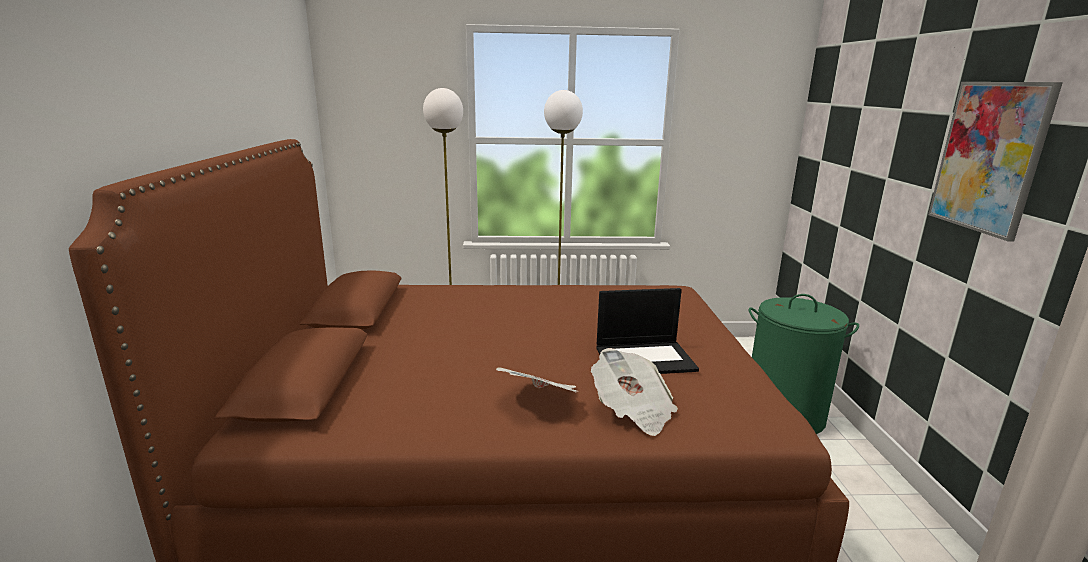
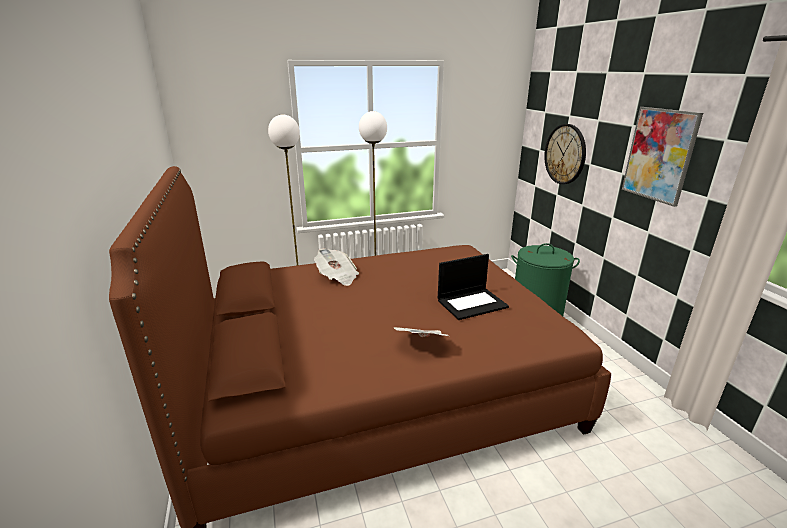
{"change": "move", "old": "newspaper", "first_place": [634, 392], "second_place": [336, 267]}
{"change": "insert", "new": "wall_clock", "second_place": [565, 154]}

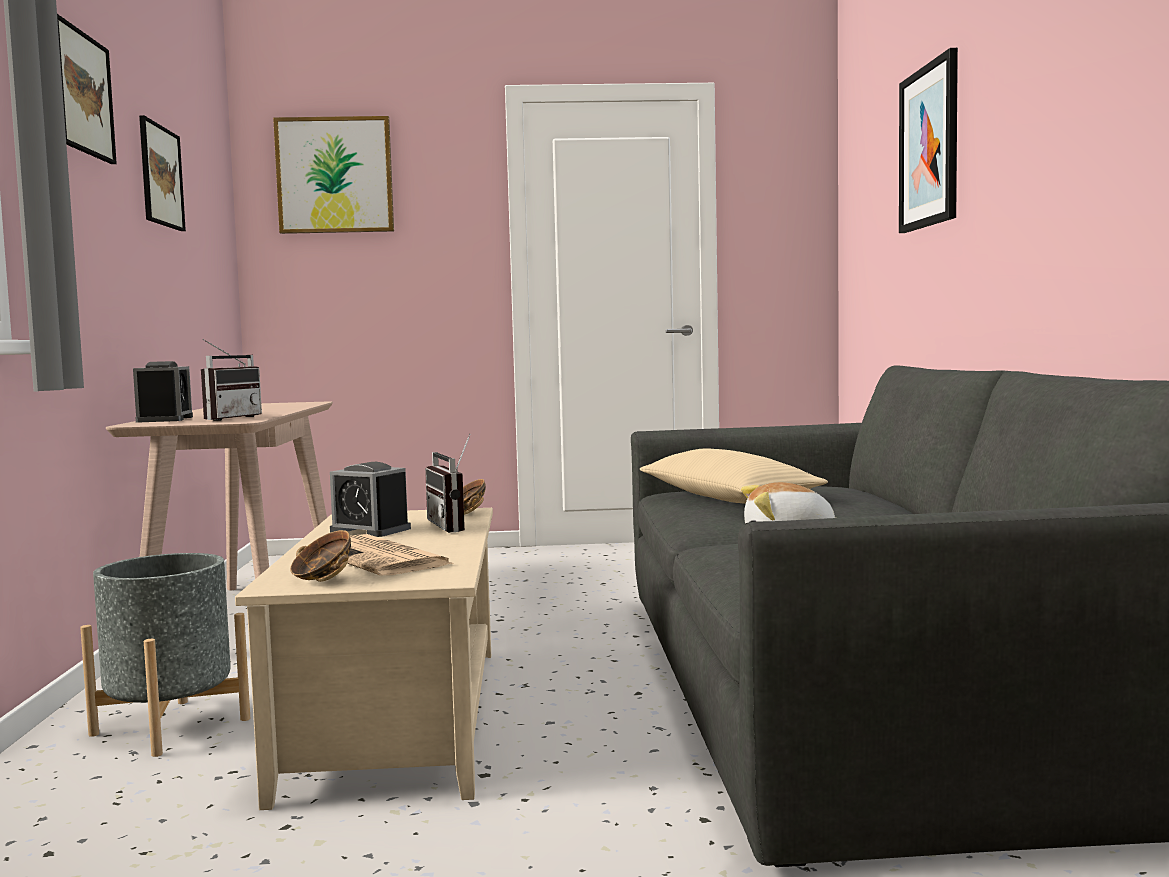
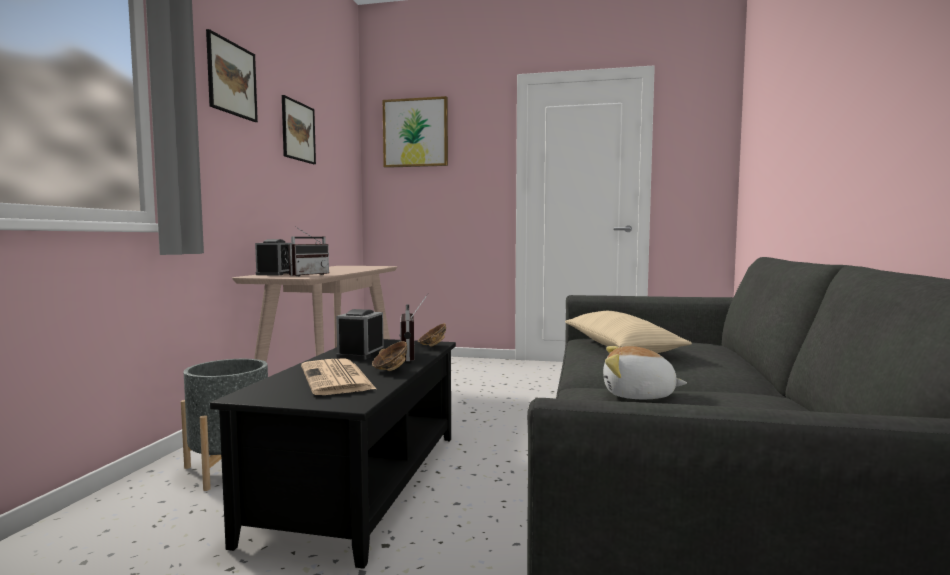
{"change": "recolor", "old": "beige_coffee_table", "new": "black_coffee_table", "first_place": [364, 659], "second_place": [333, 454]}
{"change": "move", "old": "bowl", "first_place": [320, 556], "second_place": [389, 356]}
{"change": "rotate", "old": "alarm_clock", "first_place": [370, 499], "second_place": [360, 334], "degrees": 60}
{"change": "delete", "old": "picture", "first_place": [928, 140]}

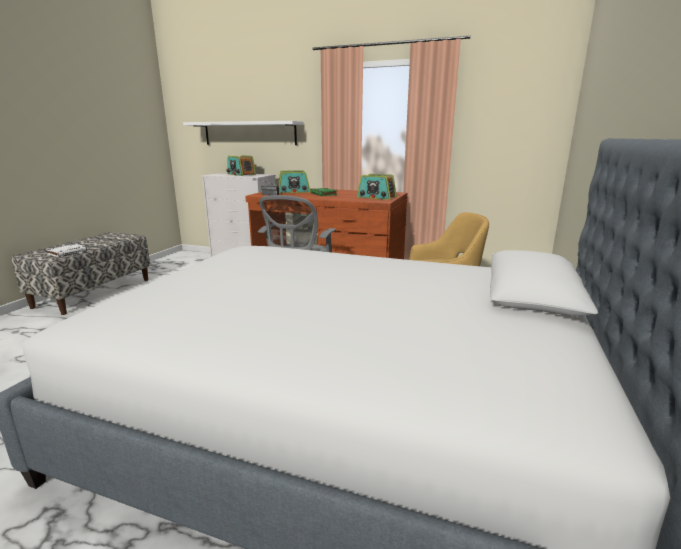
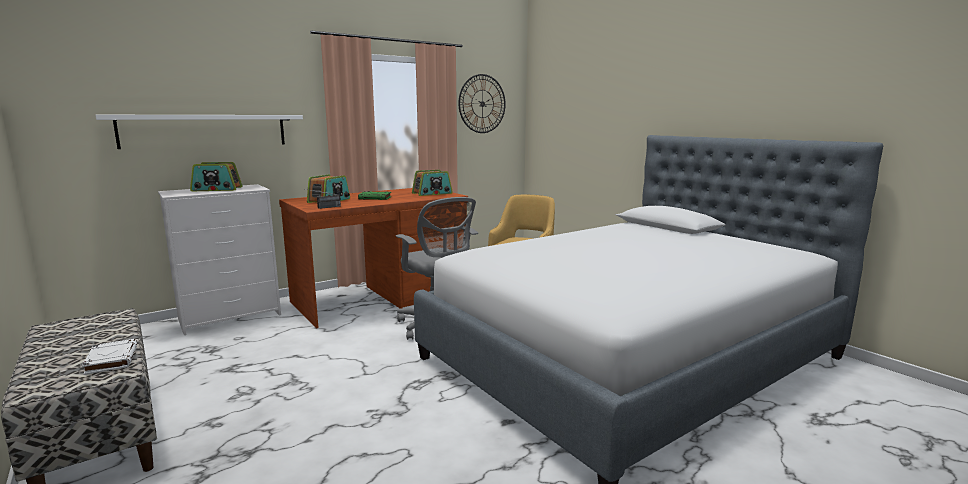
{"change": "insert", "new": "wall_clock", "second_place": [482, 103]}

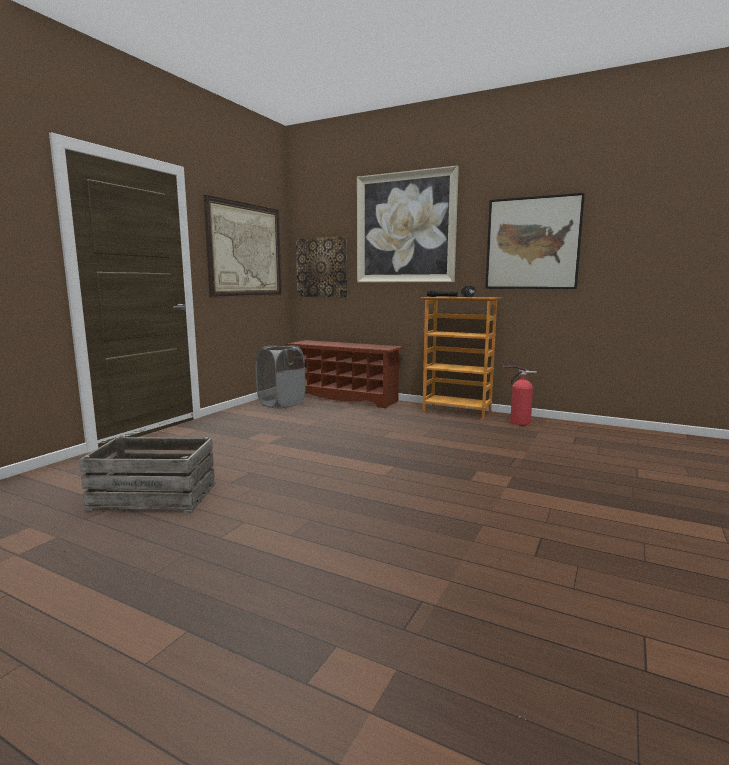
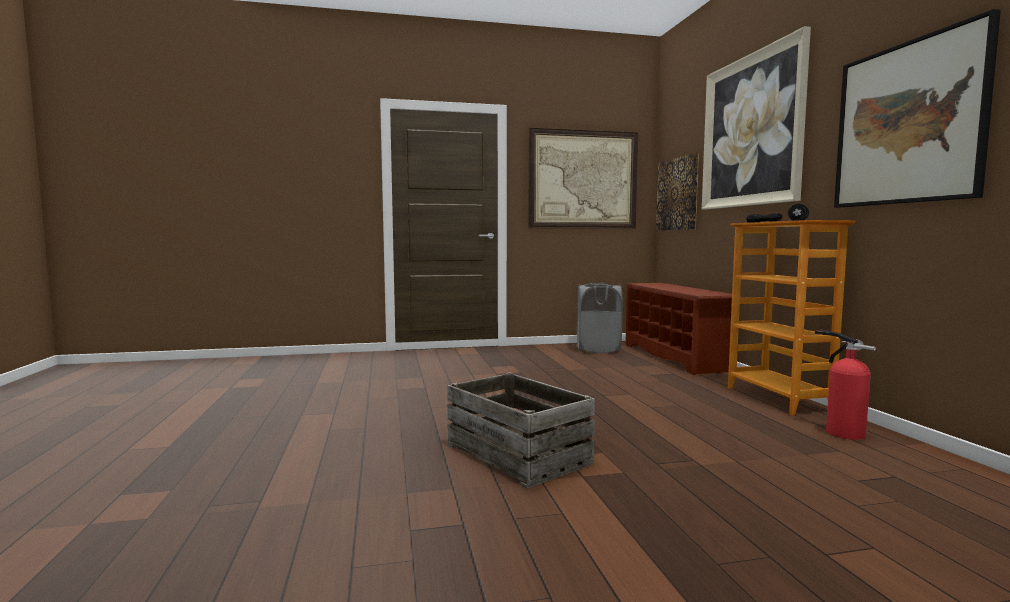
{"change": "move", "old": "crate", "first_place": [147, 475], "second_place": [521, 430]}

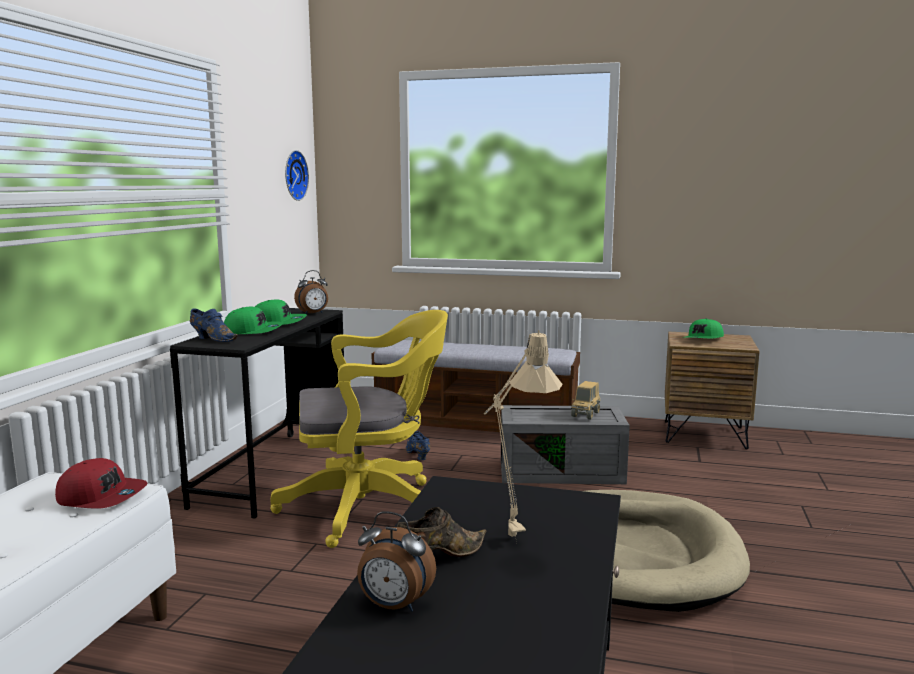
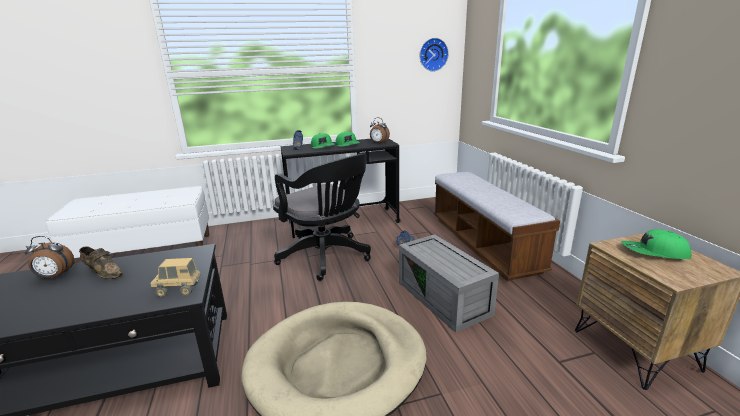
{"change": "delete", "old": "red_cap", "first_place": [101, 483]}
{"change": "recolor", "old": "yellow_office_chair", "new": "black_office_chair", "first_place": [359, 429], "second_place": [322, 217]}
{"change": "rotate", "old": "alarm_clock", "first_place": [396, 561], "second_place": [49, 257], "degrees": -90}
{"change": "delete", "old": "beige_table_lamp", "first_place": [523, 436]}
{"change": "move", "old": "toy_truck", "first_place": [586, 400], "second_place": [176, 277]}

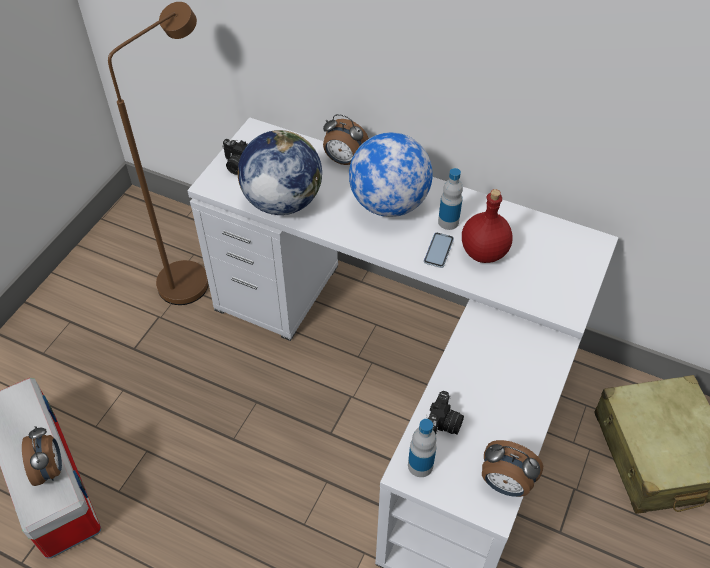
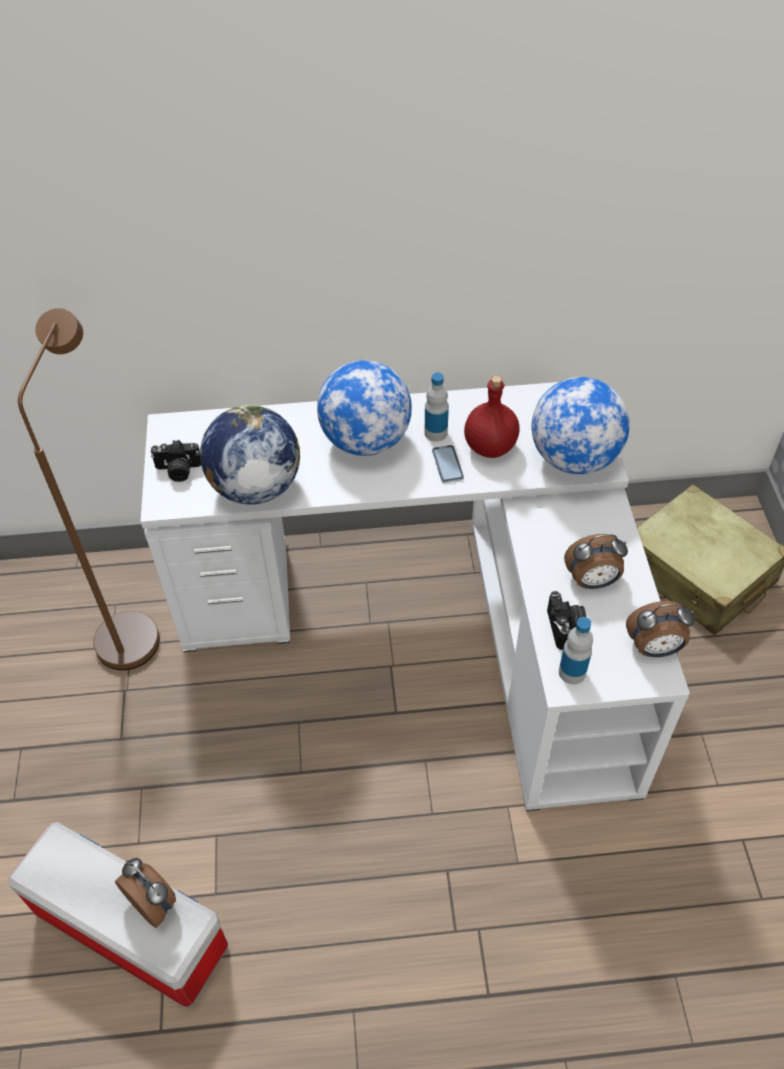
{"change": "move", "old": "alarm_clock", "first_place": [346, 139], "second_place": [596, 561]}
{"change": "insert", "new": "globe", "second_place": [581, 425]}

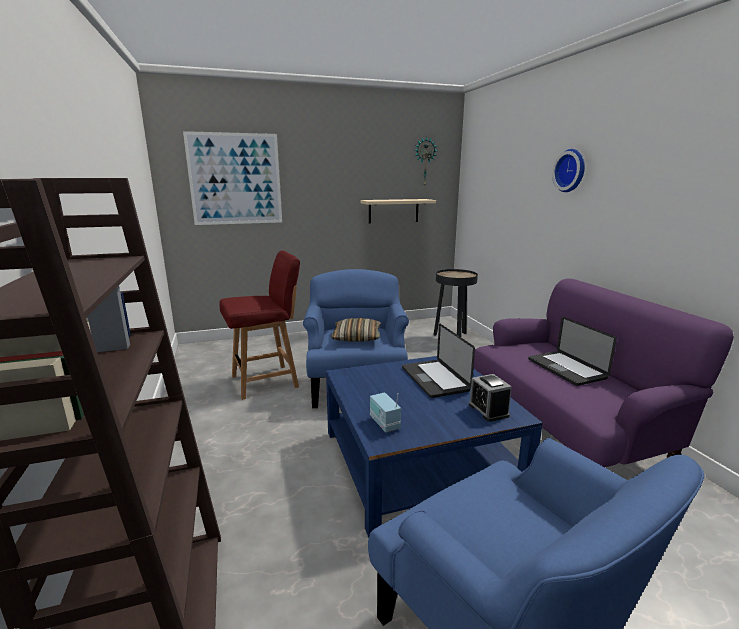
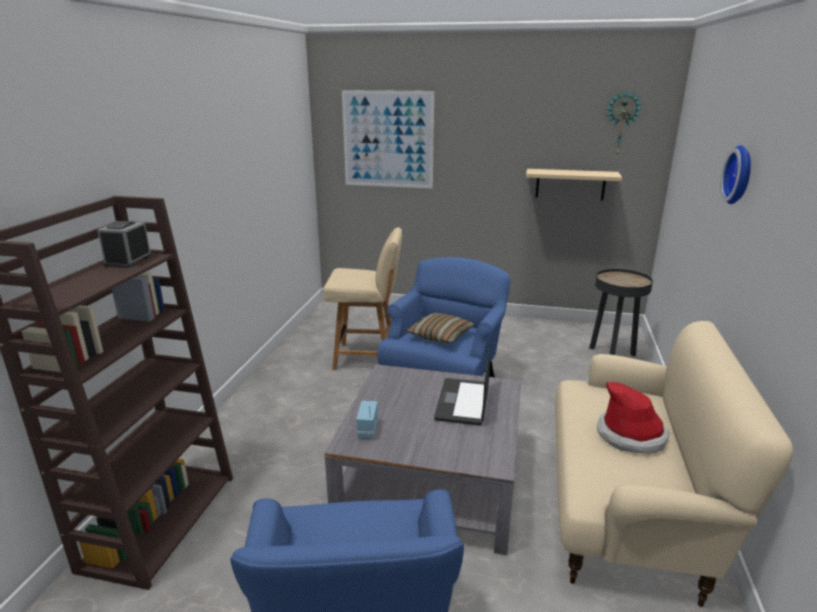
{"change": "recolor", "old": "red_chair", "new": "beige_chair", "first_place": [259, 325], "second_place": [362, 298]}
{"change": "recolor", "old": "blue_coffee_table", "new": "grey_coffee_table", "first_place": [434, 447], "second_place": [423, 459]}
{"change": "move", "old": "alarm_clock", "first_place": [490, 398], "second_place": [124, 244]}
{"change": "recolor", "old": "purple_sofa", "new": "beige_sofa", "first_place": [603, 372], "second_place": [674, 464]}
{"change": "replace", "old": "laptop", "new": "hat", "first_place": [572, 351], "second_place": [633, 418]}

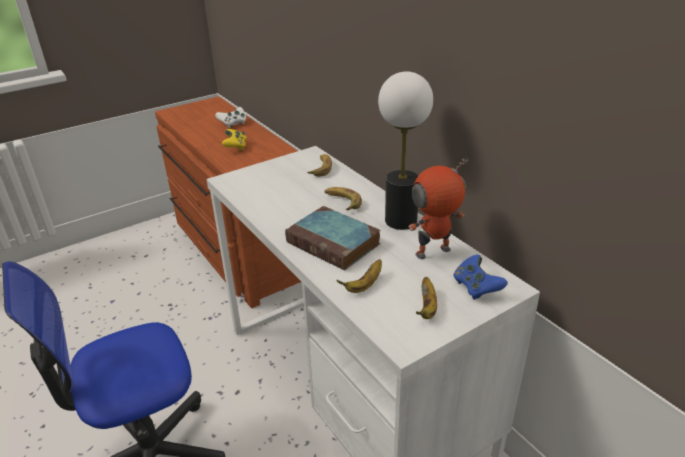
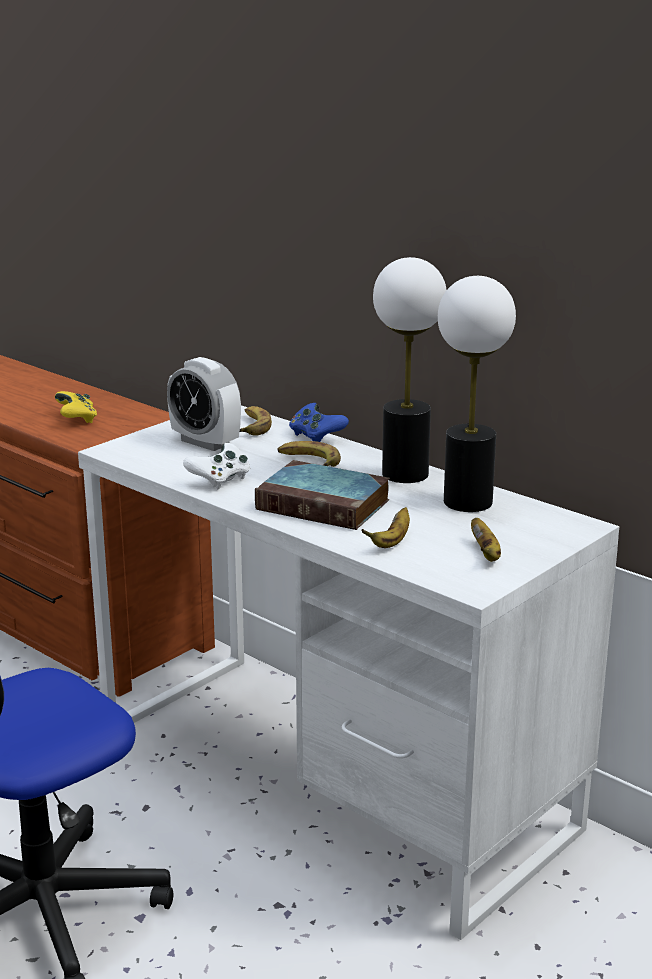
{"change": "move", "old": "white_game_controller", "first_place": [230, 117], "second_place": [216, 466]}
{"change": "replace", "old": "toy_robot", "new": "table_lamp", "first_place": [438, 208], "second_place": [477, 394]}
{"change": "move", "old": "blue_game_controller", "first_place": [480, 277], "second_place": [319, 422]}
{"change": "insert", "new": "alarm_clock", "second_place": [204, 404]}

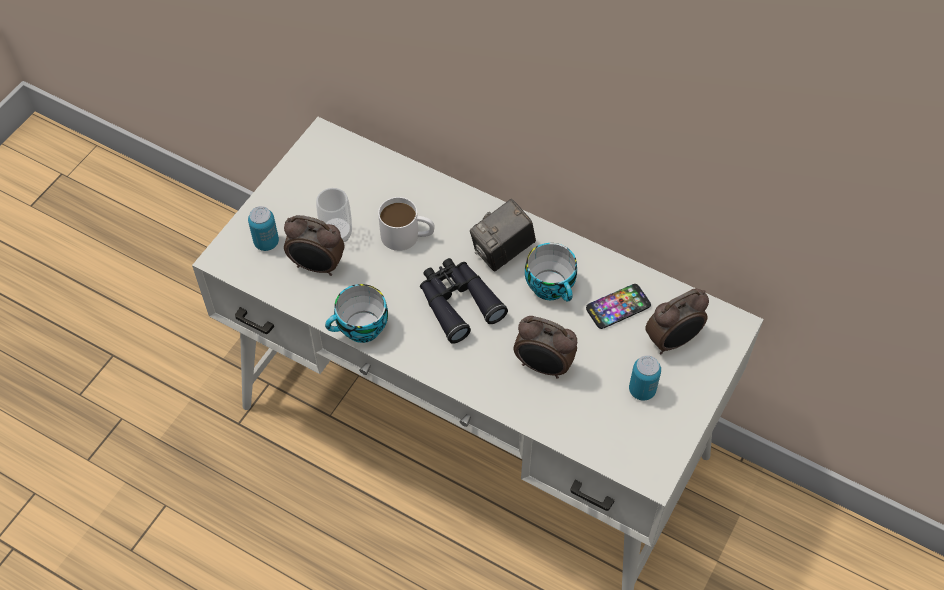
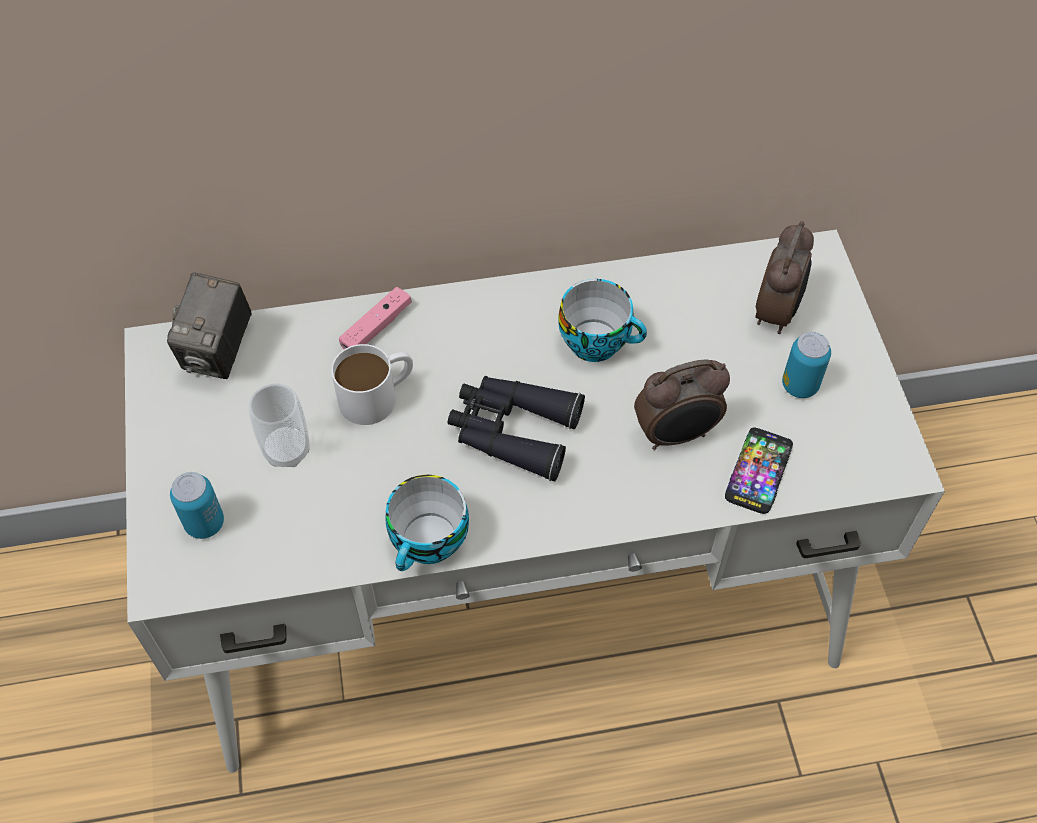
{"change": "delete", "old": "alarm_clock", "first_place": [314, 245]}
{"change": "move", "old": "photo_camera", "first_place": [503, 235], "second_place": [209, 325]}
{"change": "move", "old": "phone", "first_place": [618, 306], "second_place": [759, 471]}
{"change": "insert", "new": "pink_game_controller", "second_place": [375, 318]}

